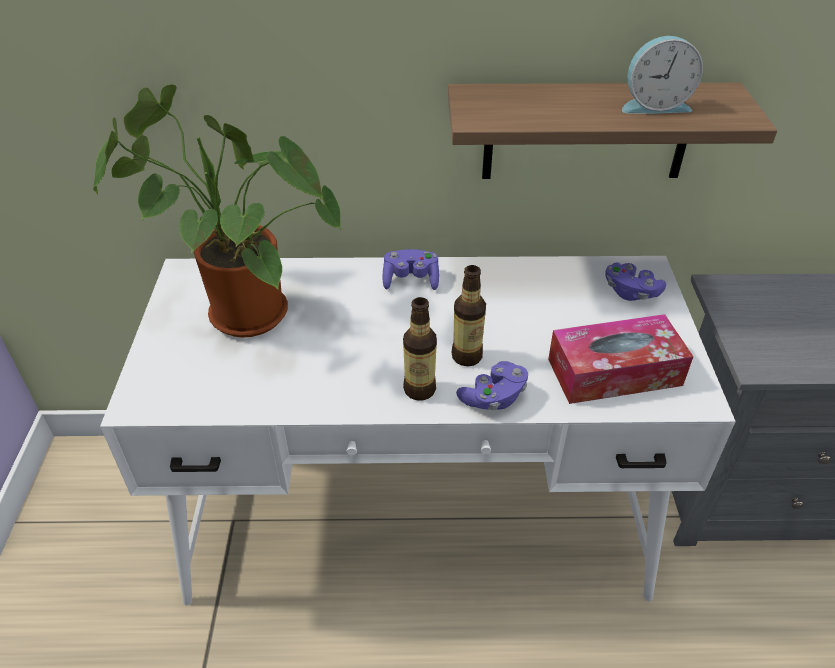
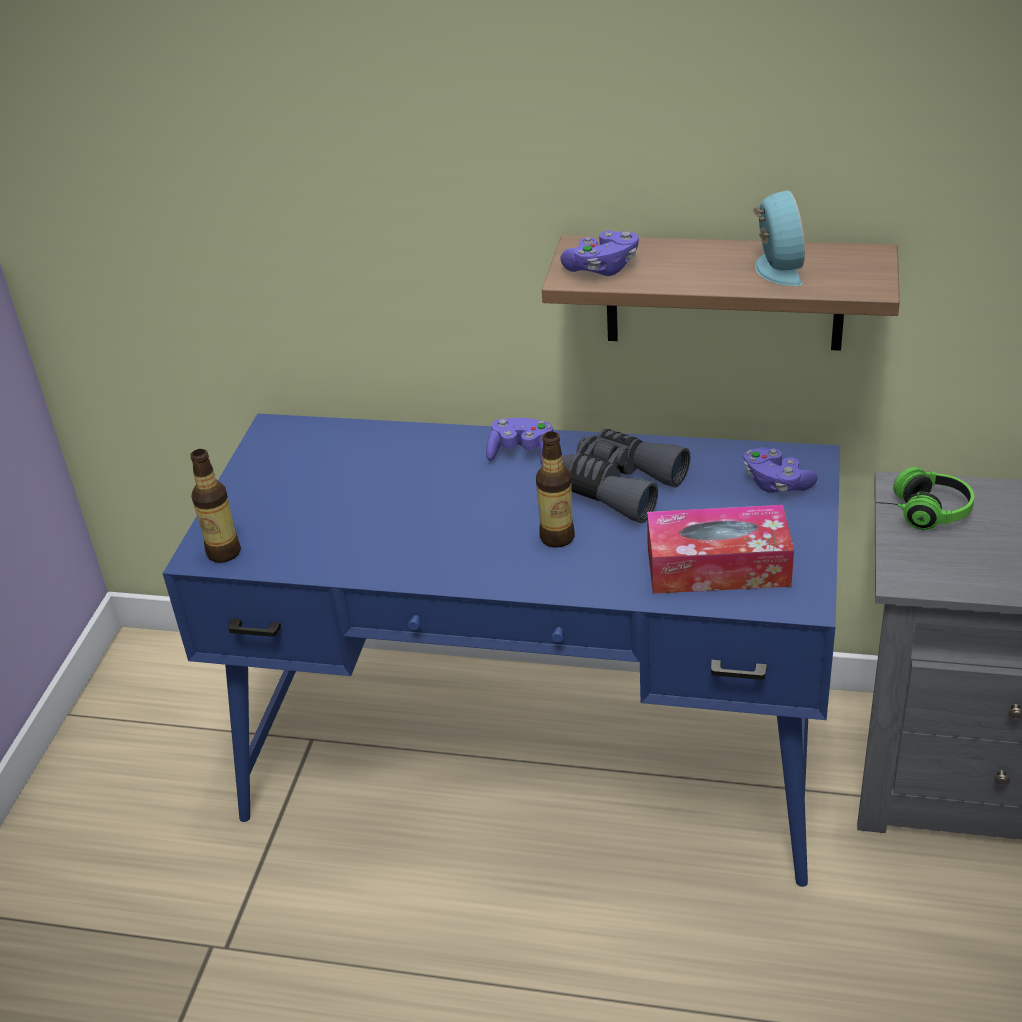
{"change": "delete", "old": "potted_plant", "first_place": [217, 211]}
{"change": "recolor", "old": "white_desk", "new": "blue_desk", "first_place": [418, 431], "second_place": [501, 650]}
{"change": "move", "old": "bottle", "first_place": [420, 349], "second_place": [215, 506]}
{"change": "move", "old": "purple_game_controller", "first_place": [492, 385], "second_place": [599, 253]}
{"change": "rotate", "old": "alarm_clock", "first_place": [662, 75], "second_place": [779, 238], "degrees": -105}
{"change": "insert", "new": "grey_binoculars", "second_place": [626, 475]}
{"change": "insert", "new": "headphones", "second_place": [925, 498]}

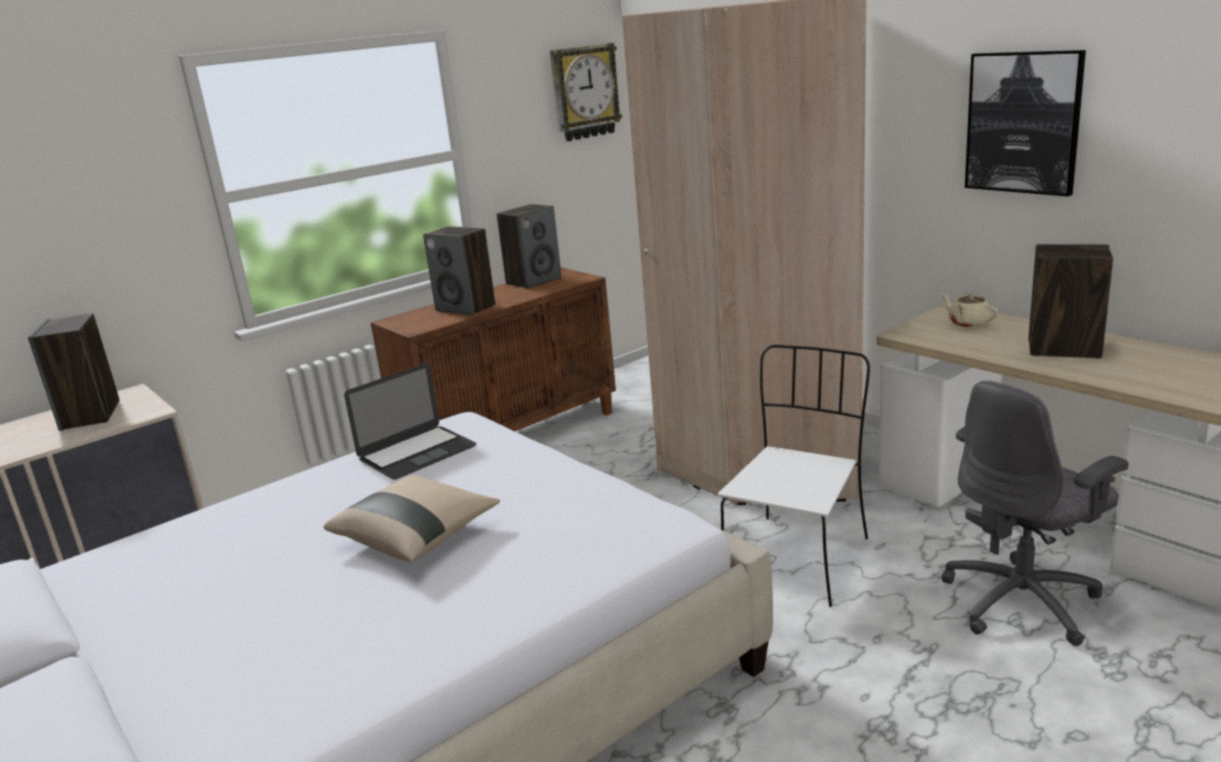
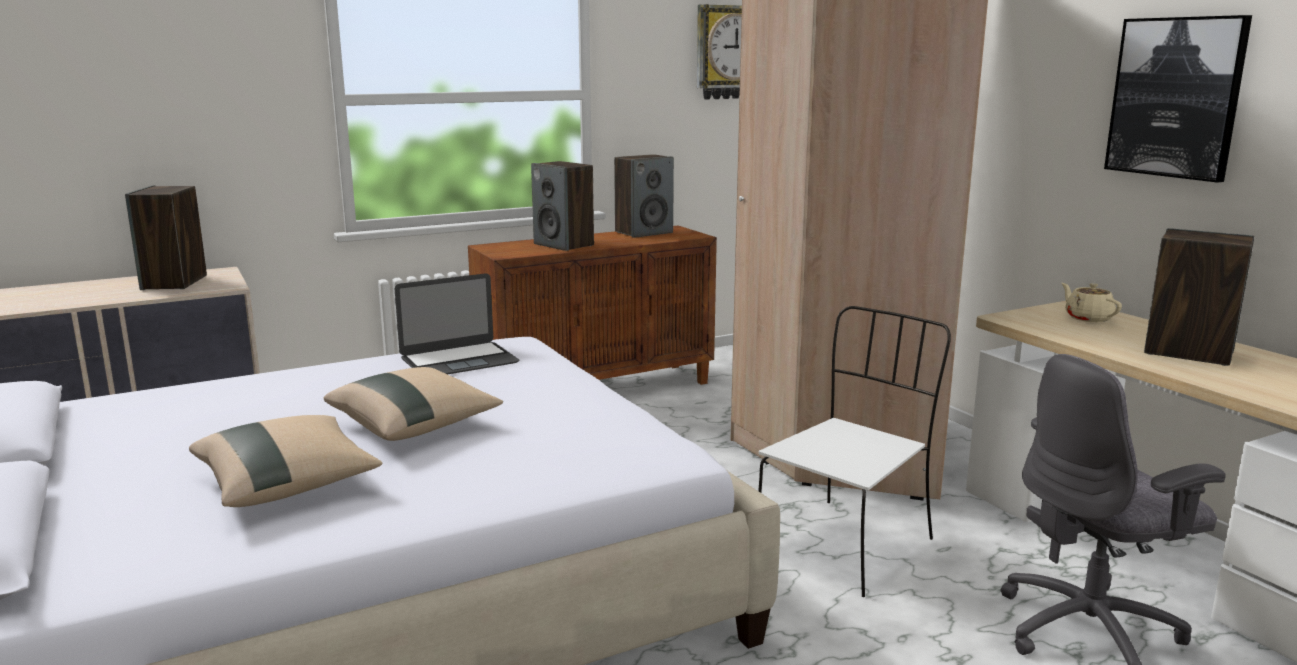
{"change": "insert", "new": "beige_pillow", "second_place": [286, 461]}

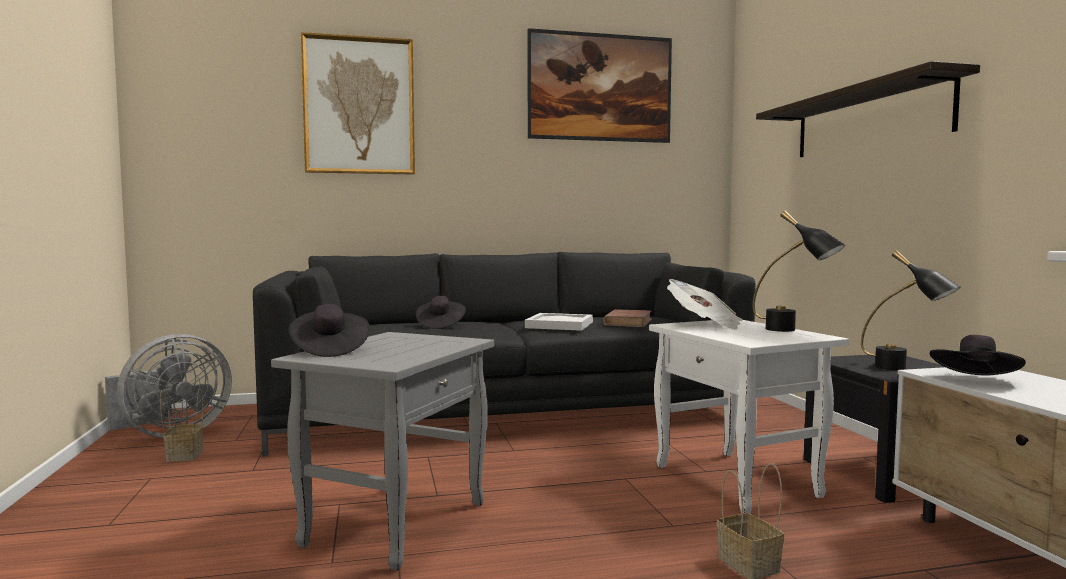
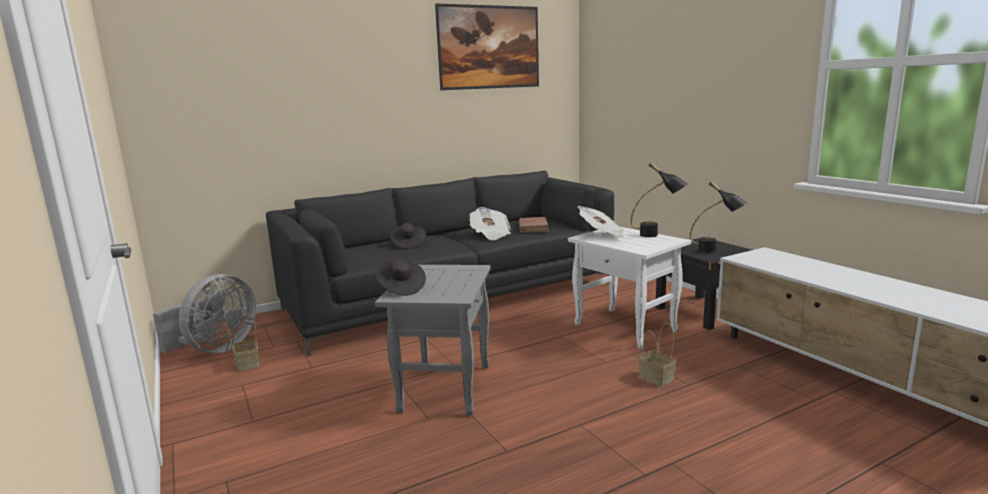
{"change": "delete", "old": "picture", "first_place": [358, 103]}
{"change": "replace", "old": "white_tray", "new": "newspaper", "first_place": [559, 322], "second_place": [490, 224]}
{"change": "delete", "old": "shelf", "first_place": [868, 109]}
{"change": "delete", "old": "black_hat", "first_place": [978, 355]}

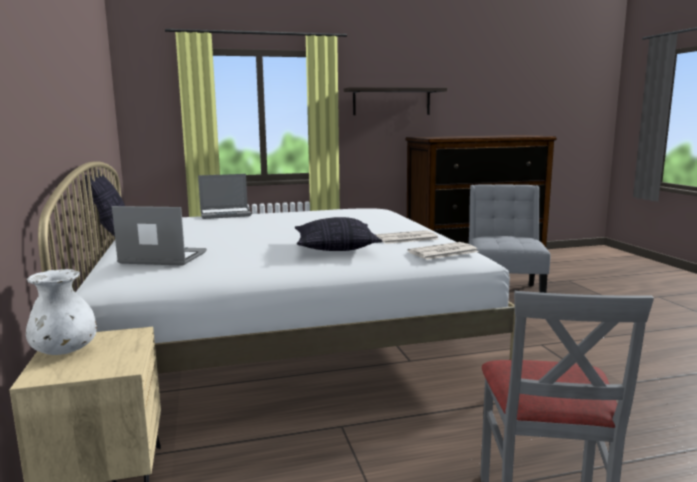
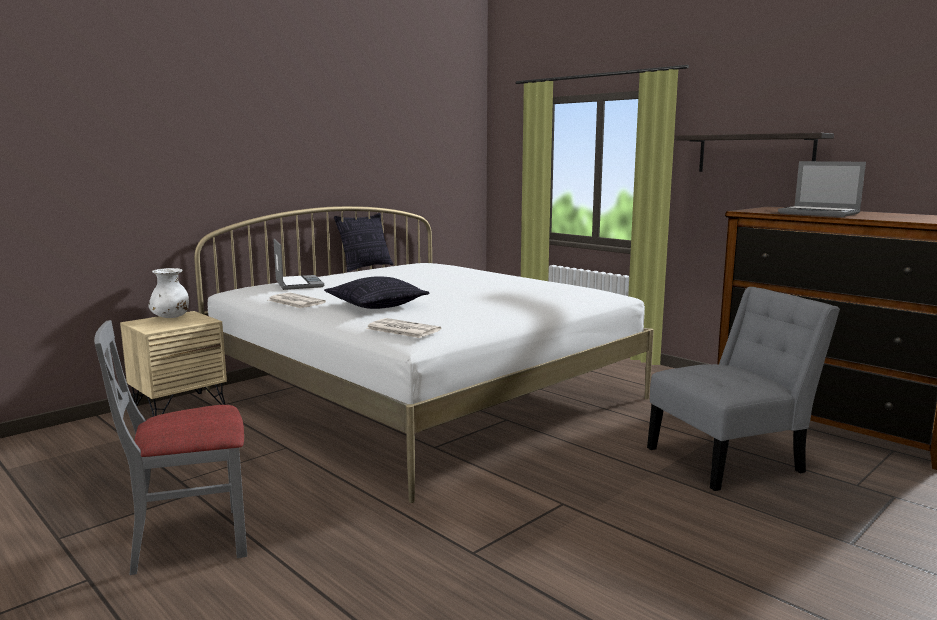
{"change": "move", "old": "laptop", "first_place": [225, 196], "second_place": [822, 189]}
{"change": "move", "old": "newspaper", "first_place": [406, 237], "second_place": [297, 300]}

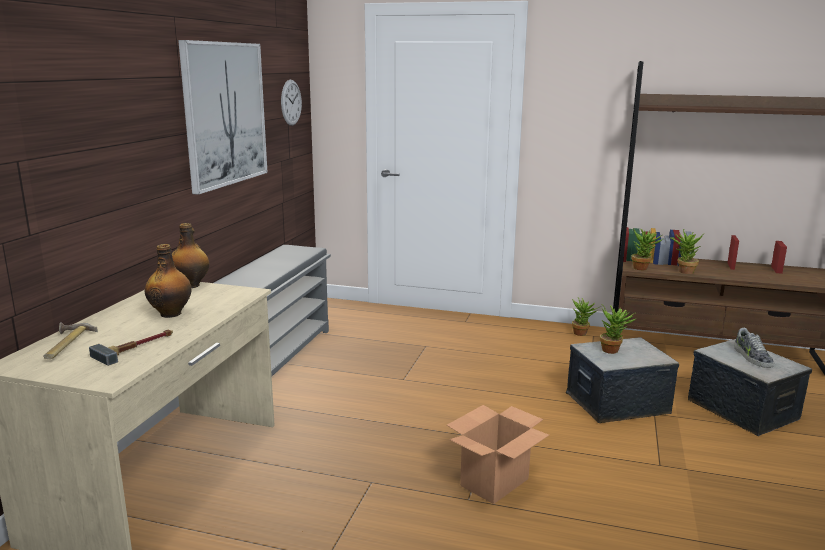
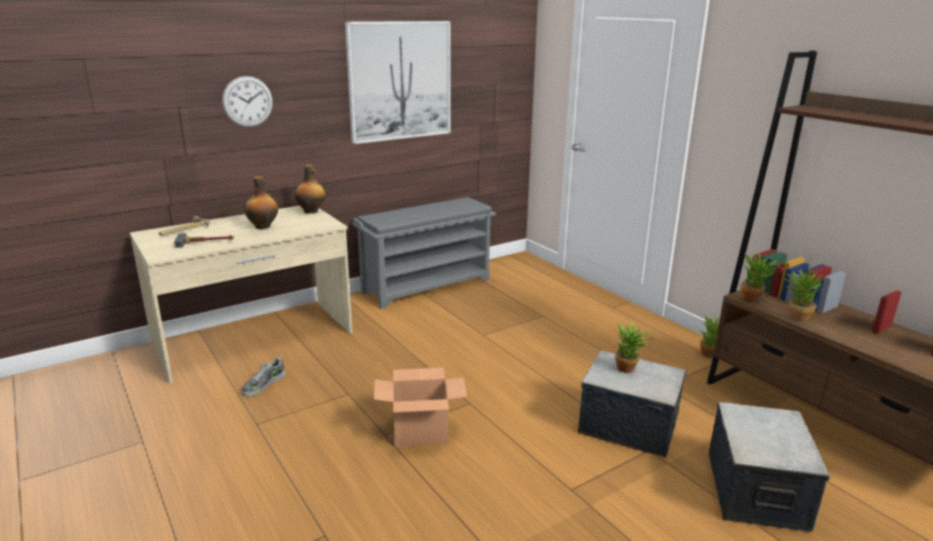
{"change": "move", "old": "wall_clock", "first_place": [291, 103], "second_place": [247, 101]}
{"change": "move", "old": "shoe", "first_place": [754, 348], "second_place": [263, 376]}

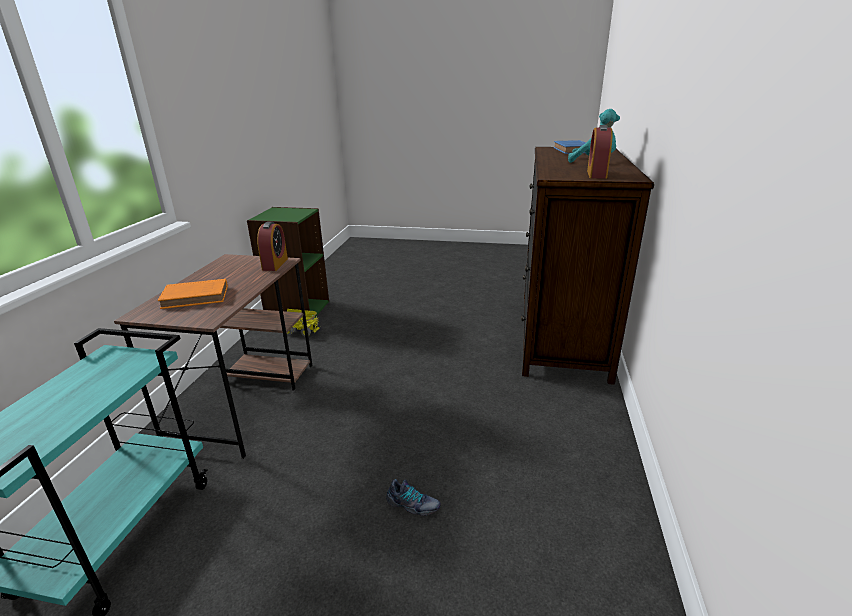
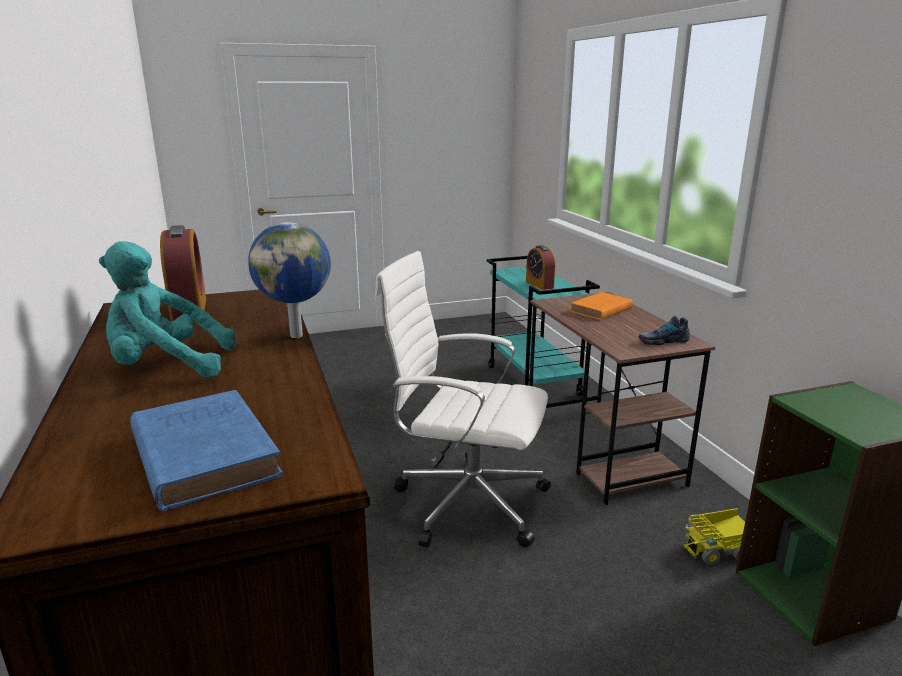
{"change": "move", "old": "alarm_clock", "first_place": [272, 246], "second_place": [540, 267]}
{"change": "move", "old": "shoe", "first_place": [413, 497], "second_place": [664, 330]}
{"change": "insert", "new": "globe", "second_place": [289, 280]}
{"change": "insert", "new": "white_office_chair", "second_place": [463, 399]}

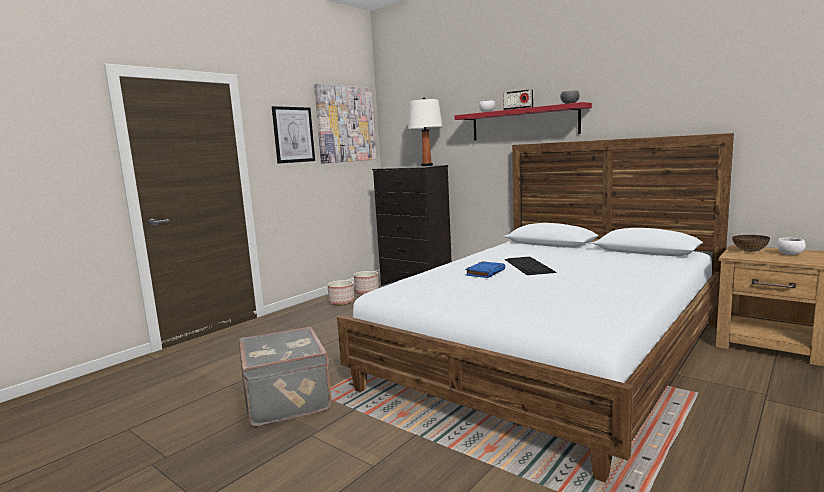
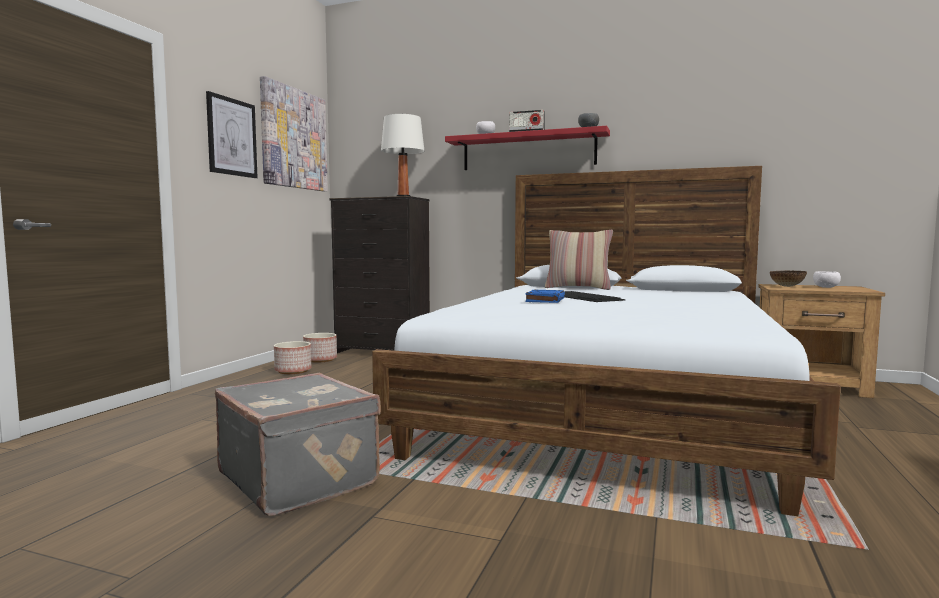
{"change": "insert", "new": "pillow", "second_place": [579, 260]}

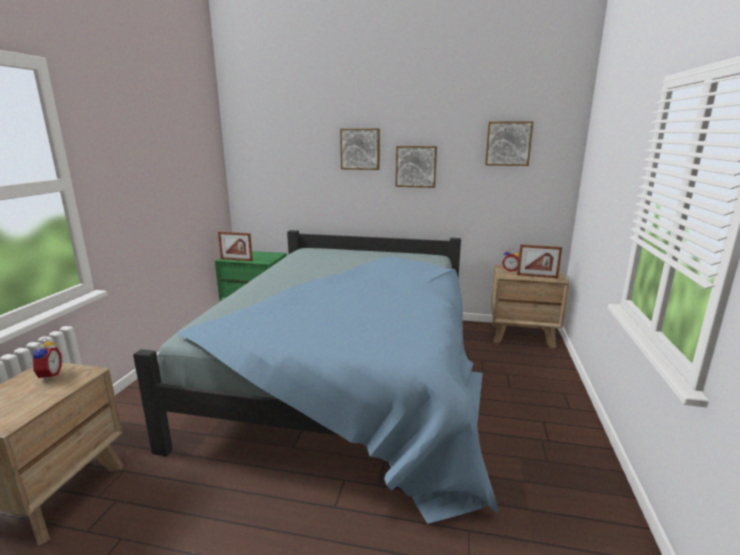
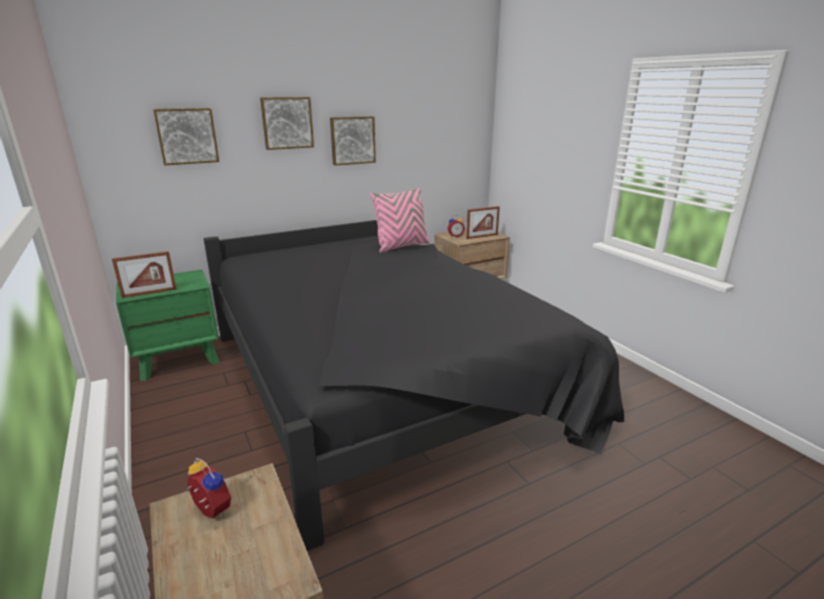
{"change": "recolor", "old": "blue_bed", "new": "black_bed", "first_place": [315, 377], "second_place": [414, 385]}
{"change": "move", "old": "picture", "first_place": [509, 143], "second_place": [186, 136]}
{"change": "insert", "new": "pink_pillow", "second_place": [400, 220]}

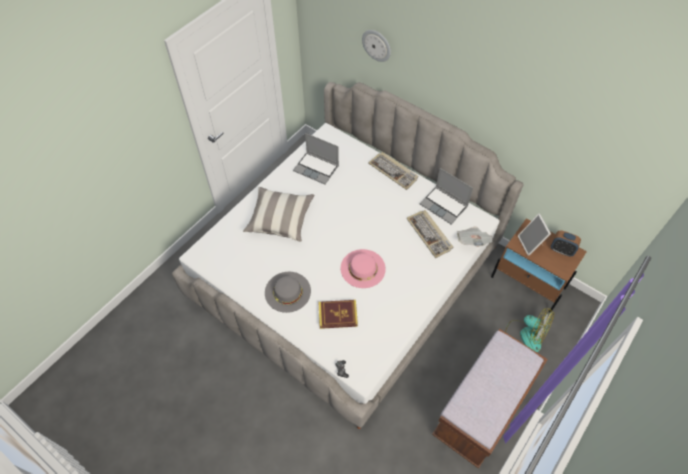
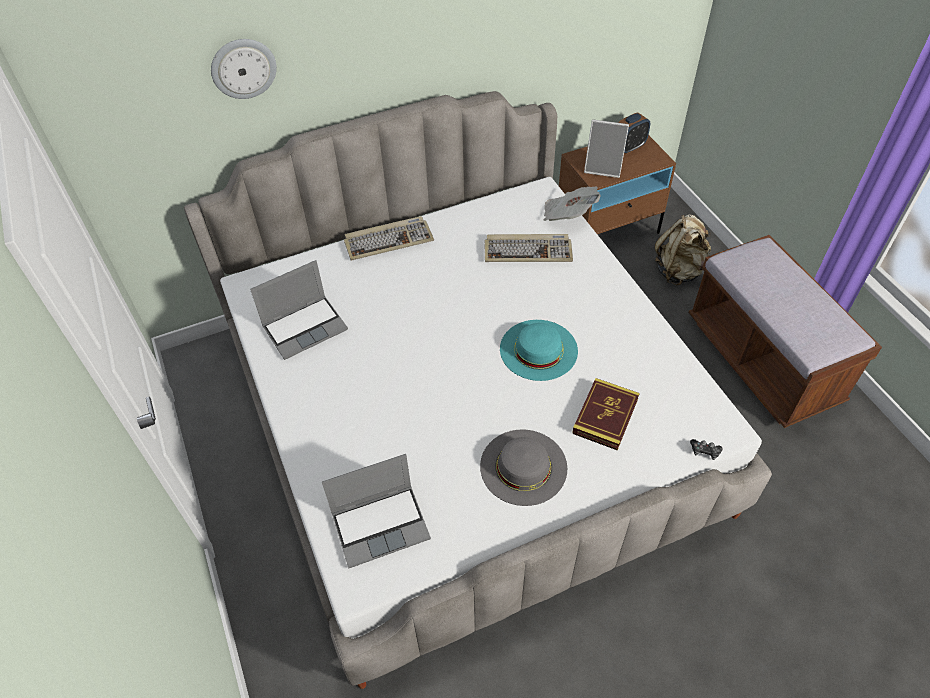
{"change": "delete", "old": "pillow", "first_place": [278, 214]}
{"change": "recolor", "old": "pink_hat", "new": "turquoise_hat", "first_place": [363, 268], "second_place": [539, 350]}
{"change": "move", "old": "laptop", "first_place": [446, 196], "second_place": [376, 511]}
{"change": "replace", "old": "fan", "new": "beige_backpack", "first_place": [529, 330], "second_place": [683, 250]}

